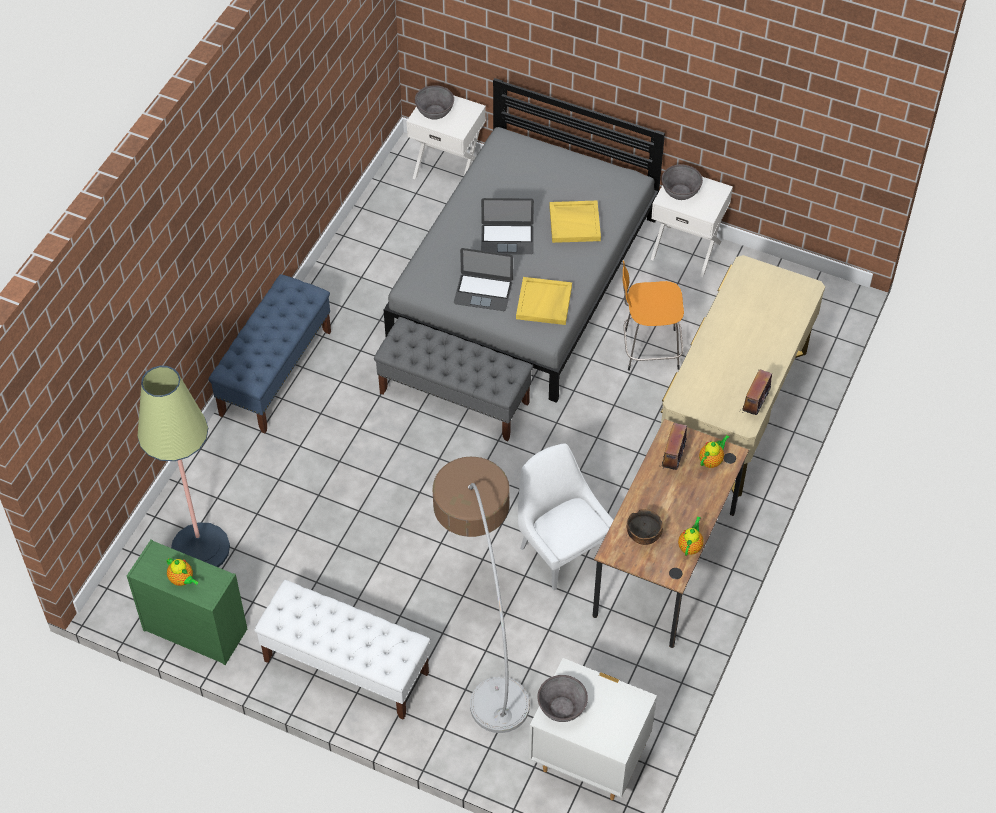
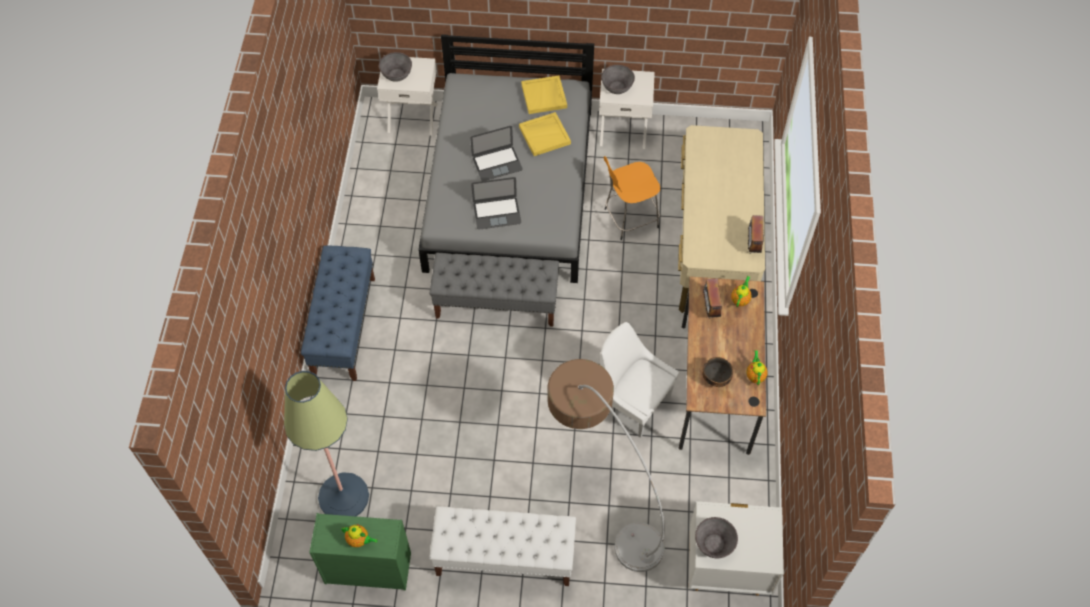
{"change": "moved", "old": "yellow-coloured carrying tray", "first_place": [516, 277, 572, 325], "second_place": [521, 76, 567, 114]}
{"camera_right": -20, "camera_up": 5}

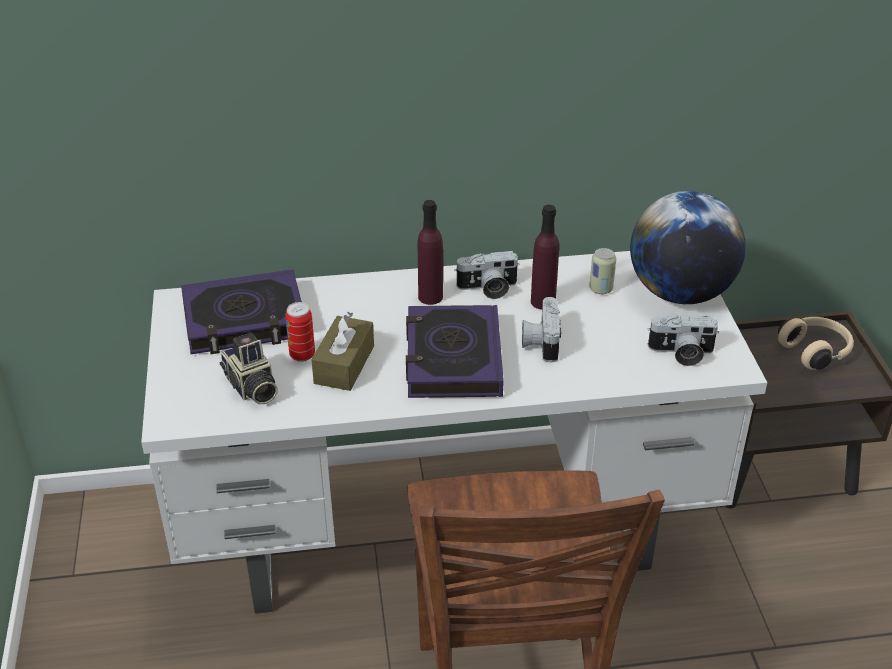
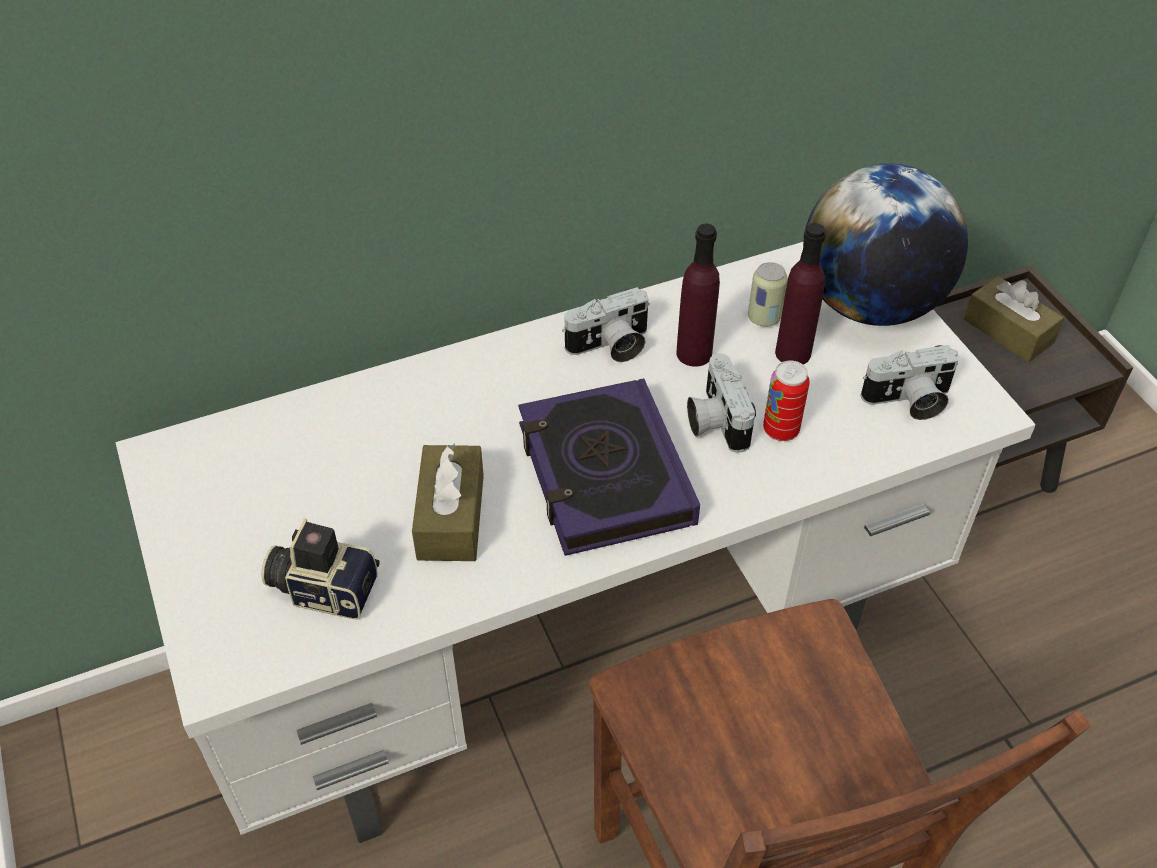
{"change": "turned", "old": "photo camera", "first_place": [219, 333, 278, 404], "second_place": [261, 518, 379, 619], "degrees": 150}
{"change": "moved", "old": "metal can", "first_place": [285, 302, 315, 362], "second_place": [763, 360, 810, 441]}
{"change": "moved", "old": "purple beverage bottle", "first_place": [418, 200, 443, 305], "second_place": [775, 223, 826, 364]}
{"change": "replaced", "old": "beige-coloured headphones", "new": "brown box of tissues", "first_place": [778, 317, 854, 370], "second_place": [964, 276, 1064, 362]}
{"change": "removed", "old": "bound book", "first_place": [181, 269, 302, 354]}
{"camera_right": -15, "camera_up": 10}

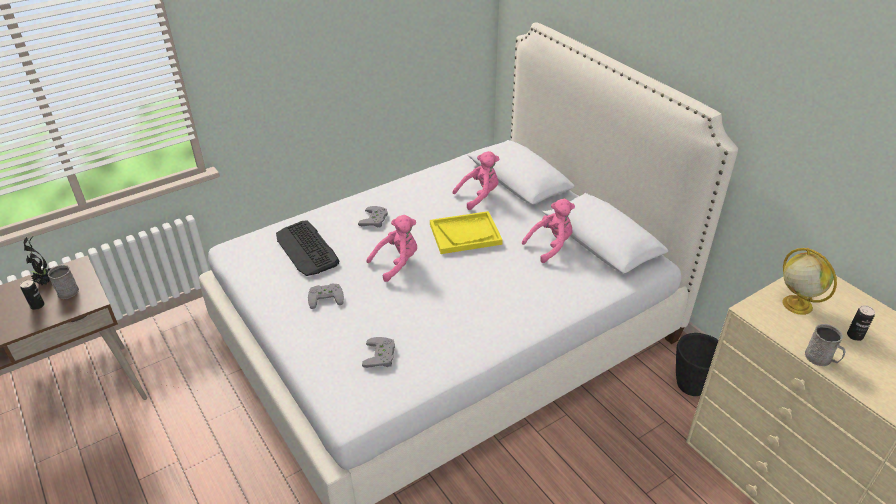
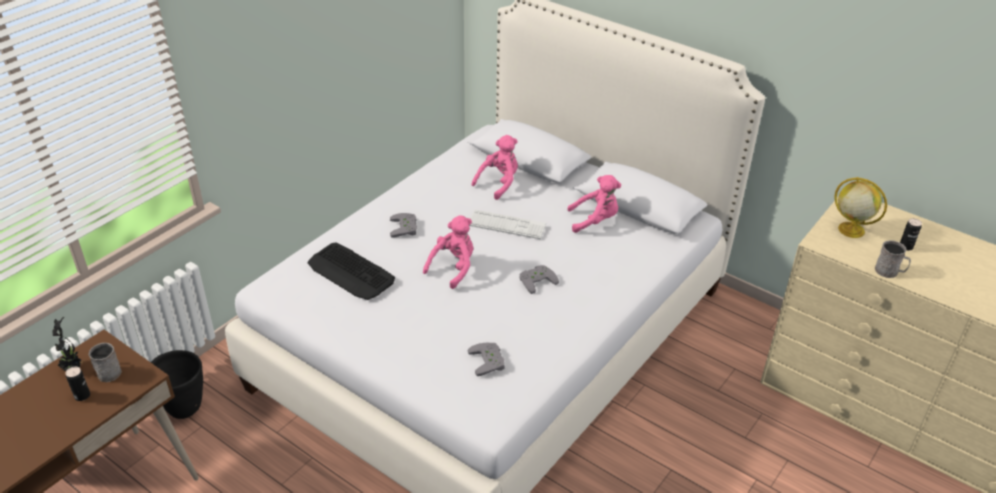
{"change": "moved", "old": "black planter", "first_place": [676, 333, 718, 396], "second_place": [151, 350, 203, 419]}
{"change": "replaced", "old": "yellow-coloured carrying tray", "new": "PC keyboard", "first_place": [430, 211, 503, 254], "second_place": [469, 209, 546, 239]}
{"change": "moved", "old": "greyish gamepad", "first_place": [308, 284, 344, 309], "second_place": [519, 265, 559, 294]}
{"change": "turned", "old": "pink plush toy", "first_place": [522, 199, 575, 263], "second_place": [567, 175, 621, 233], "degrees": 45}
{"camera_right": -20, "camera_up": 0}

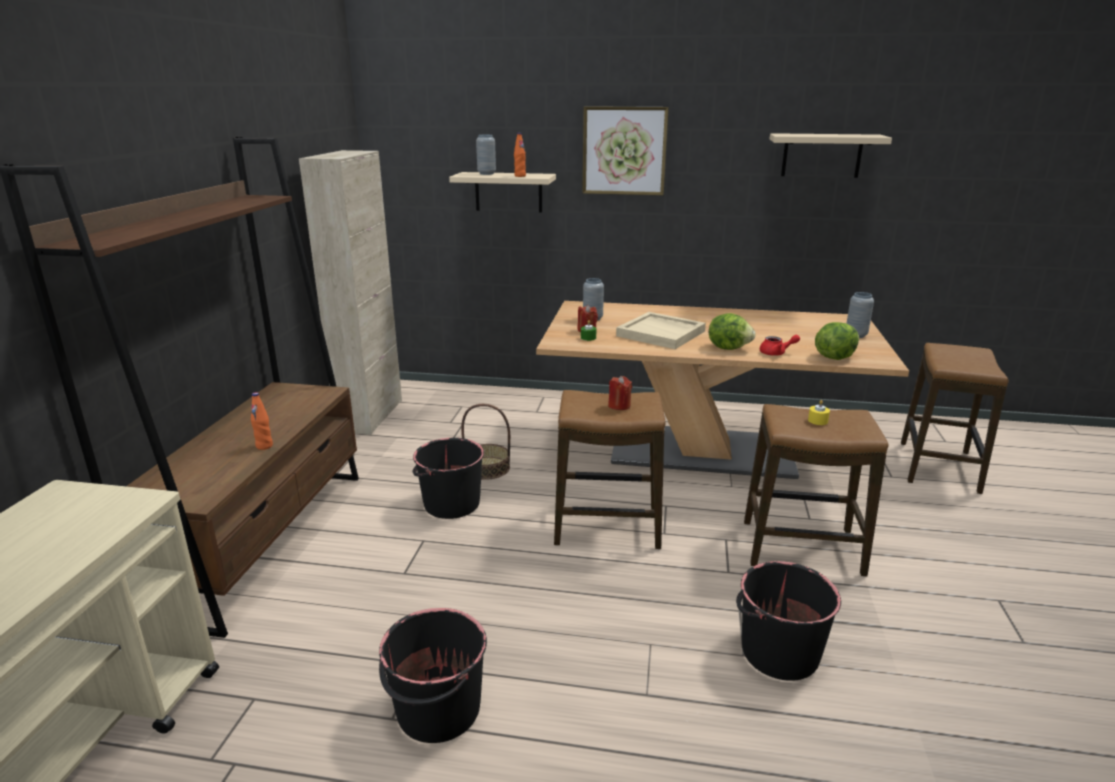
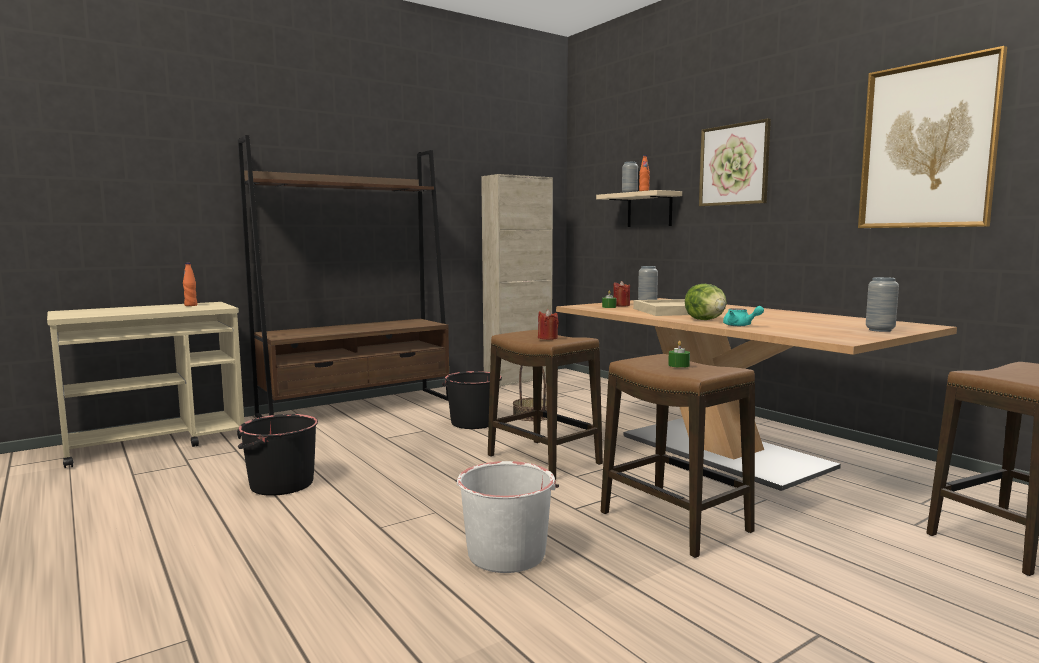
{"change": "moved", "old": "orange beverage bottle", "first_place": [251, 392, 273, 450], "second_place": [183, 263, 197, 306]}
{"change": "recoloured", "old": "black bucket", "new": "whitish bucket", "first_place": [736, 561, 841, 681], "second_place": [456, 461, 559, 573]}
{"change": "recoloured", "old": "yellow-coloured wax light", "new": "green-coloured wax light", "first_place": [808, 400, 830, 425], "second_place": [668, 341, 690, 368]}
{"change": "recoloured", "old": "red-coloured teapot", "new": "turquoise-coloured teapot", "first_place": [760, 335, 800, 356], "second_place": [723, 306, 764, 326]}
{"change": "replaced", "old": "beige-coloured shelf", "new": "picture", "first_place": [770, 133, 892, 178], "second_place": [858, 46, 1007, 228]}
{"change": "removed", "old": "lettuce", "first_place": [815, 322, 859, 360]}
{"camera_right": 45, "camera_up": -15}

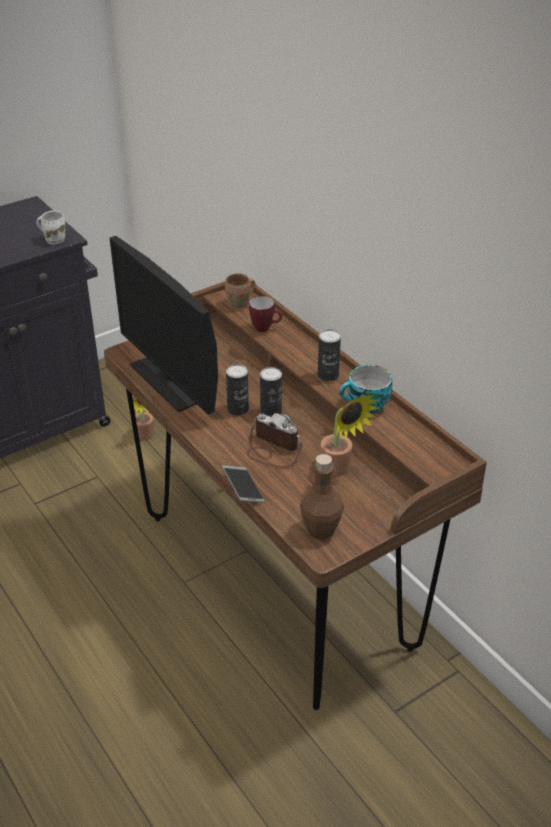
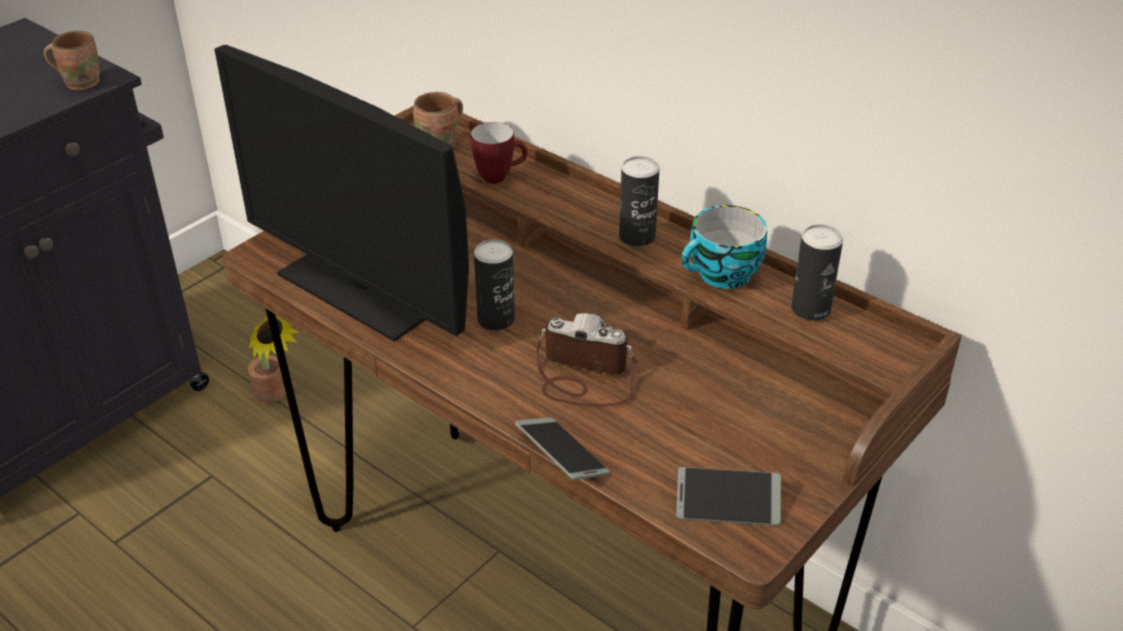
{"change": "recoloured", "old": "whitish mug", "new": "brown mug", "first_place": [36, 211, 65, 245], "second_place": [44, 31, 100, 91]}
{"change": "replaced", "old": "brown beverage bottle", "new": "telephone", "first_place": [300, 454, 344, 539], "second_place": [676, 467, 781, 526]}
{"change": "moved", "old": "metal can", "first_place": [260, 367, 282, 417], "second_place": [791, 224, 843, 321]}
{"change": "removed", "old": "potted plant", "first_place": [320, 395, 380, 476]}
{"camera_right": -15, "camera_up": 0}

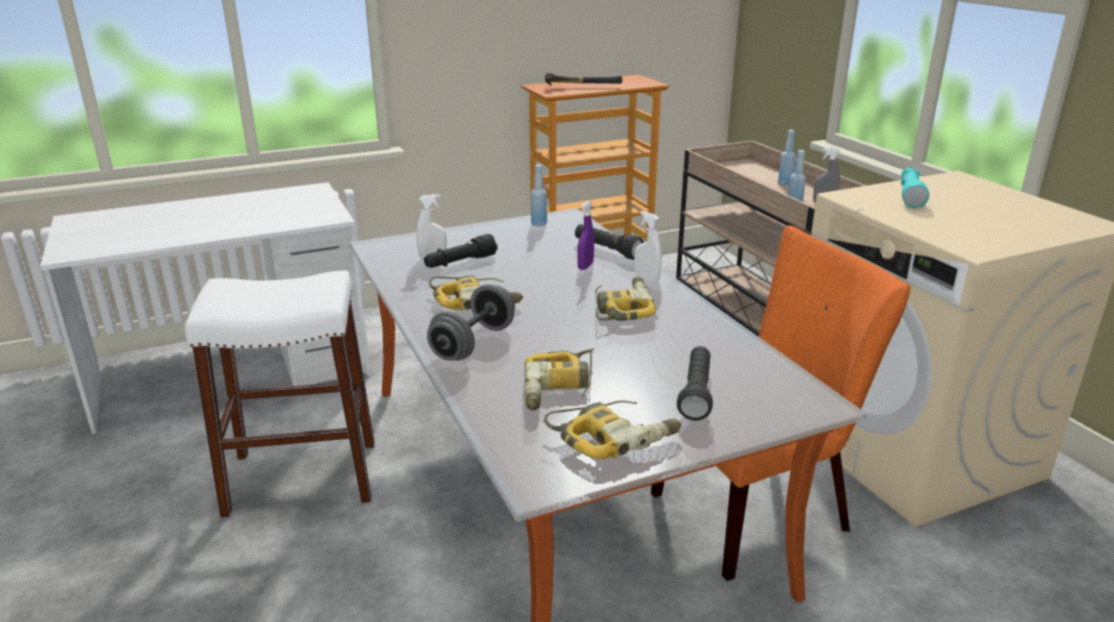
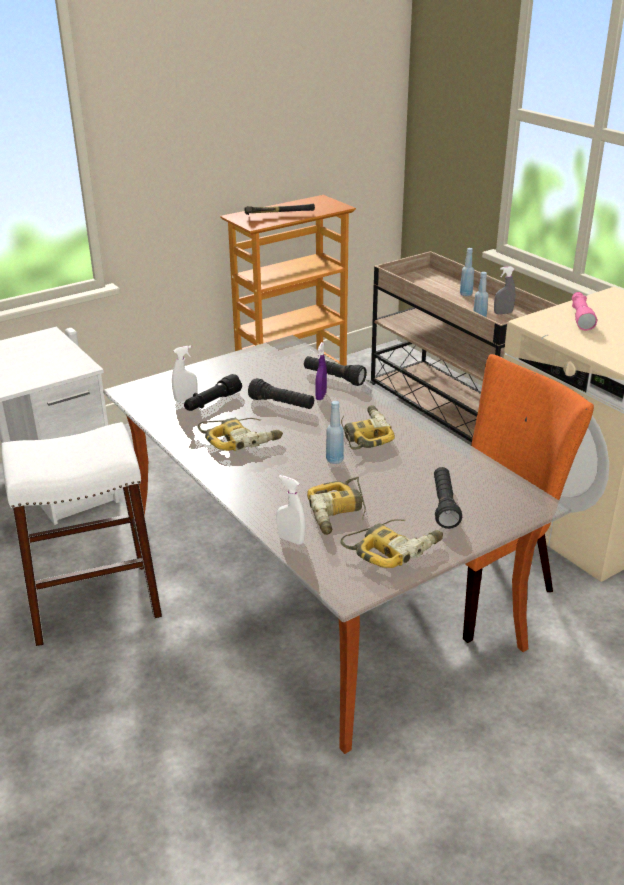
{"change": "added", "new": "black hand torch", "second_place": [248, 378, 314, 409]}
{"change": "moved", "old": "whitish hand sprayer", "first_place": [634, 211, 662, 283], "second_place": [277, 475, 306, 545]}
{"change": "moved", "old": "bluish beverage bottle", "first_place": [531, 164, 547, 227], "second_place": [326, 401, 344, 464]}
{"change": "recoloured", "old": "turquoise-coloured hand torch", "new": "pink hand torch", "first_place": [900, 167, 929, 208], "second_place": [572, 292, 597, 331]}
{"change": "removed", "old": "greyish free weight", "first_place": [427, 284, 515, 361]}
{"camera_right": -10, "camera_up": 5}

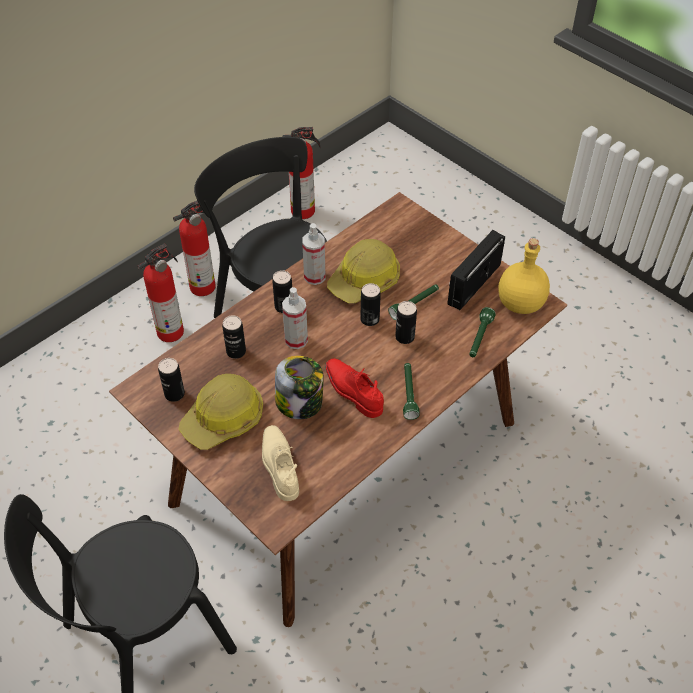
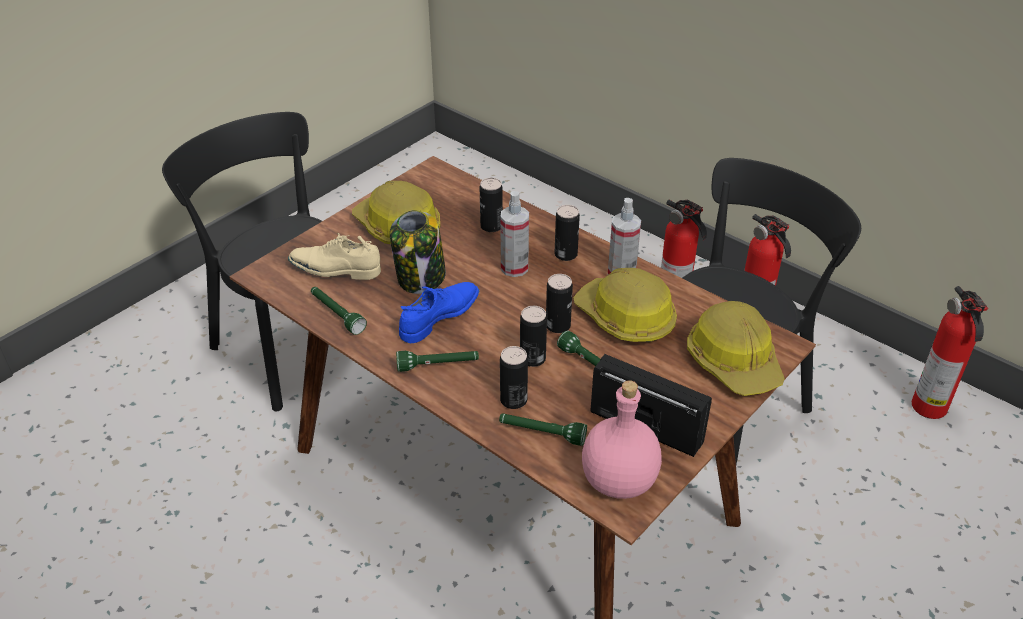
{"change": "turned", "old": "beige-coloured low shoe", "first_place": [262, 425, 299, 501], "second_place": [288, 233, 381, 280], "degrees": -150}
{"change": "added", "new": "green-coloured hand torch", "second_place": [311, 287, 367, 335]}
{"change": "recoloured", "old": "red-coloured low shoe", "new": "bluish low shoe", "first_place": [325, 358, 384, 418], "second_place": [399, 282, 479, 343]}
{"change": "moved", "old": "metal can", "first_place": [158, 358, 185, 402], "second_place": [500, 346, 528, 409]}
{"change": "recoloured", "old": "yellow-coloured beverage bottle", "new": "pink beverage bottle", "first_place": [498, 238, 550, 314], "second_place": [582, 380, 662, 499]}
{"change": "added", "new": "safety helmet", "second_place": [687, 301, 785, 396]}
{"camera_right": 85, "camera_up": -10}

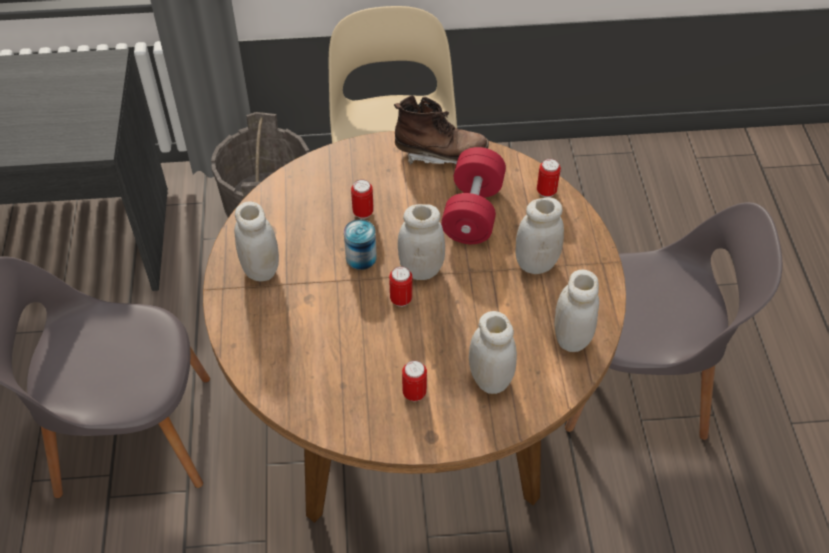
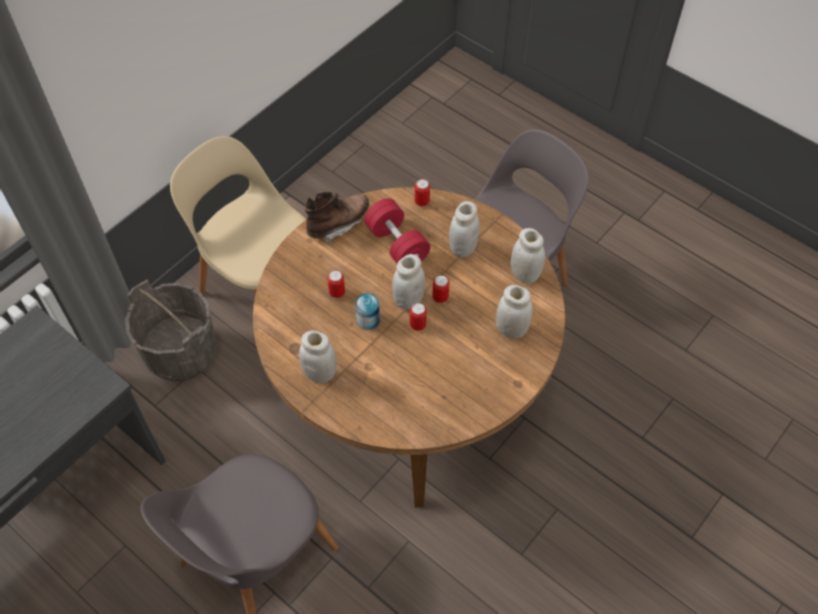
{"change": "moved", "old": "metal can", "first_place": [402, 360, 427, 401], "second_place": [432, 275, 449, 303]}
{"camera_right": -45, "camera_up": 5}

